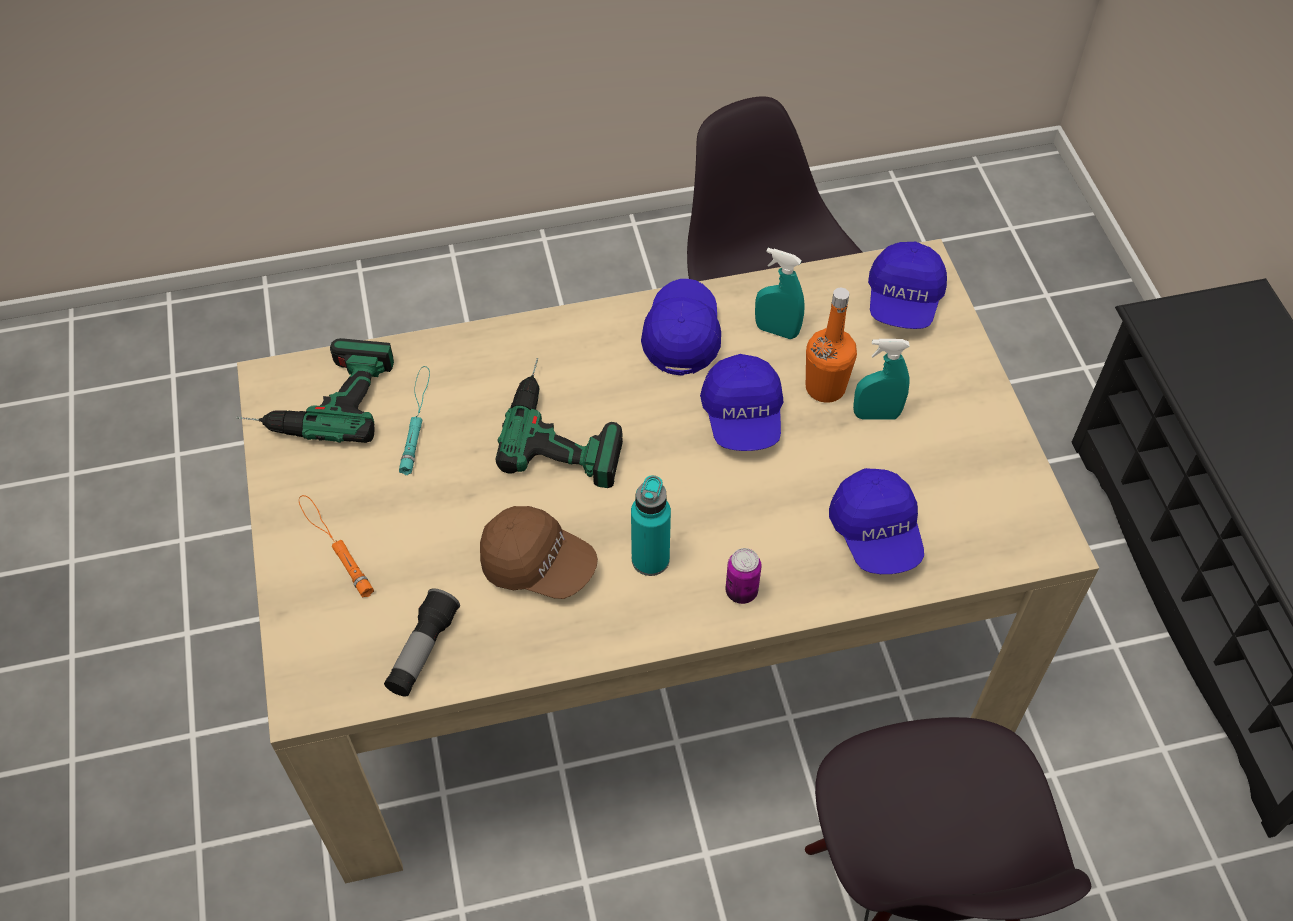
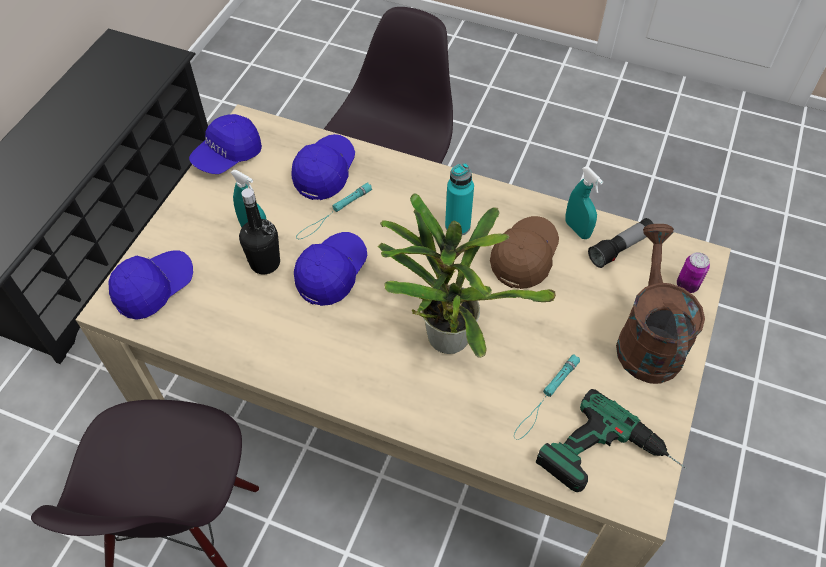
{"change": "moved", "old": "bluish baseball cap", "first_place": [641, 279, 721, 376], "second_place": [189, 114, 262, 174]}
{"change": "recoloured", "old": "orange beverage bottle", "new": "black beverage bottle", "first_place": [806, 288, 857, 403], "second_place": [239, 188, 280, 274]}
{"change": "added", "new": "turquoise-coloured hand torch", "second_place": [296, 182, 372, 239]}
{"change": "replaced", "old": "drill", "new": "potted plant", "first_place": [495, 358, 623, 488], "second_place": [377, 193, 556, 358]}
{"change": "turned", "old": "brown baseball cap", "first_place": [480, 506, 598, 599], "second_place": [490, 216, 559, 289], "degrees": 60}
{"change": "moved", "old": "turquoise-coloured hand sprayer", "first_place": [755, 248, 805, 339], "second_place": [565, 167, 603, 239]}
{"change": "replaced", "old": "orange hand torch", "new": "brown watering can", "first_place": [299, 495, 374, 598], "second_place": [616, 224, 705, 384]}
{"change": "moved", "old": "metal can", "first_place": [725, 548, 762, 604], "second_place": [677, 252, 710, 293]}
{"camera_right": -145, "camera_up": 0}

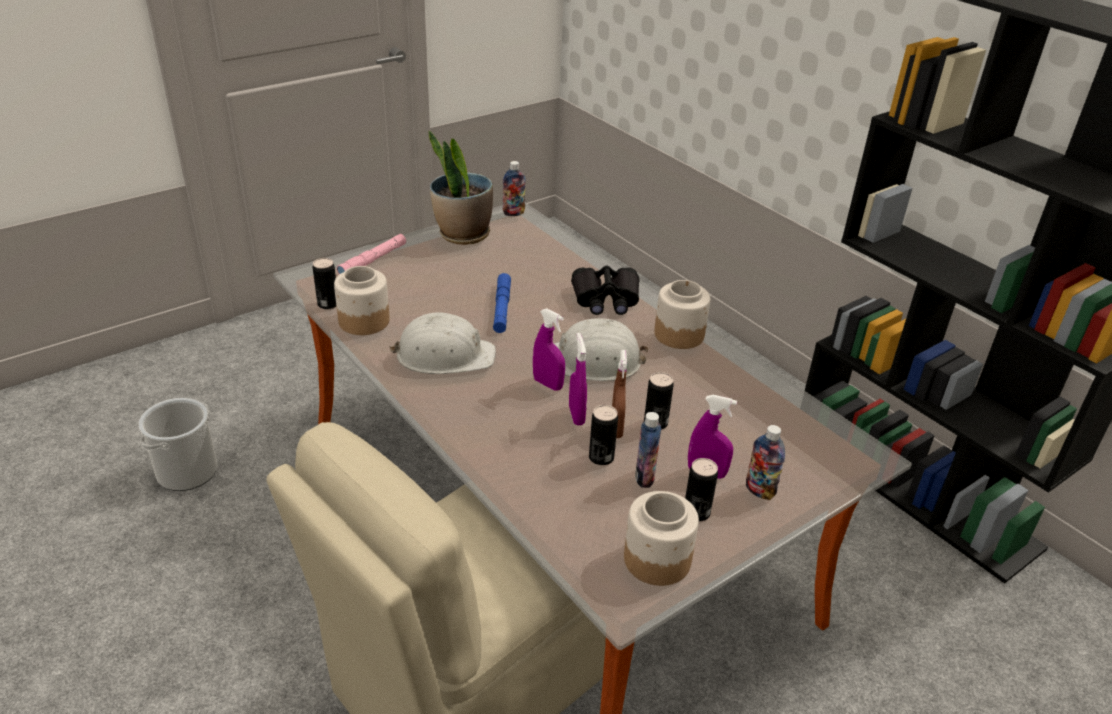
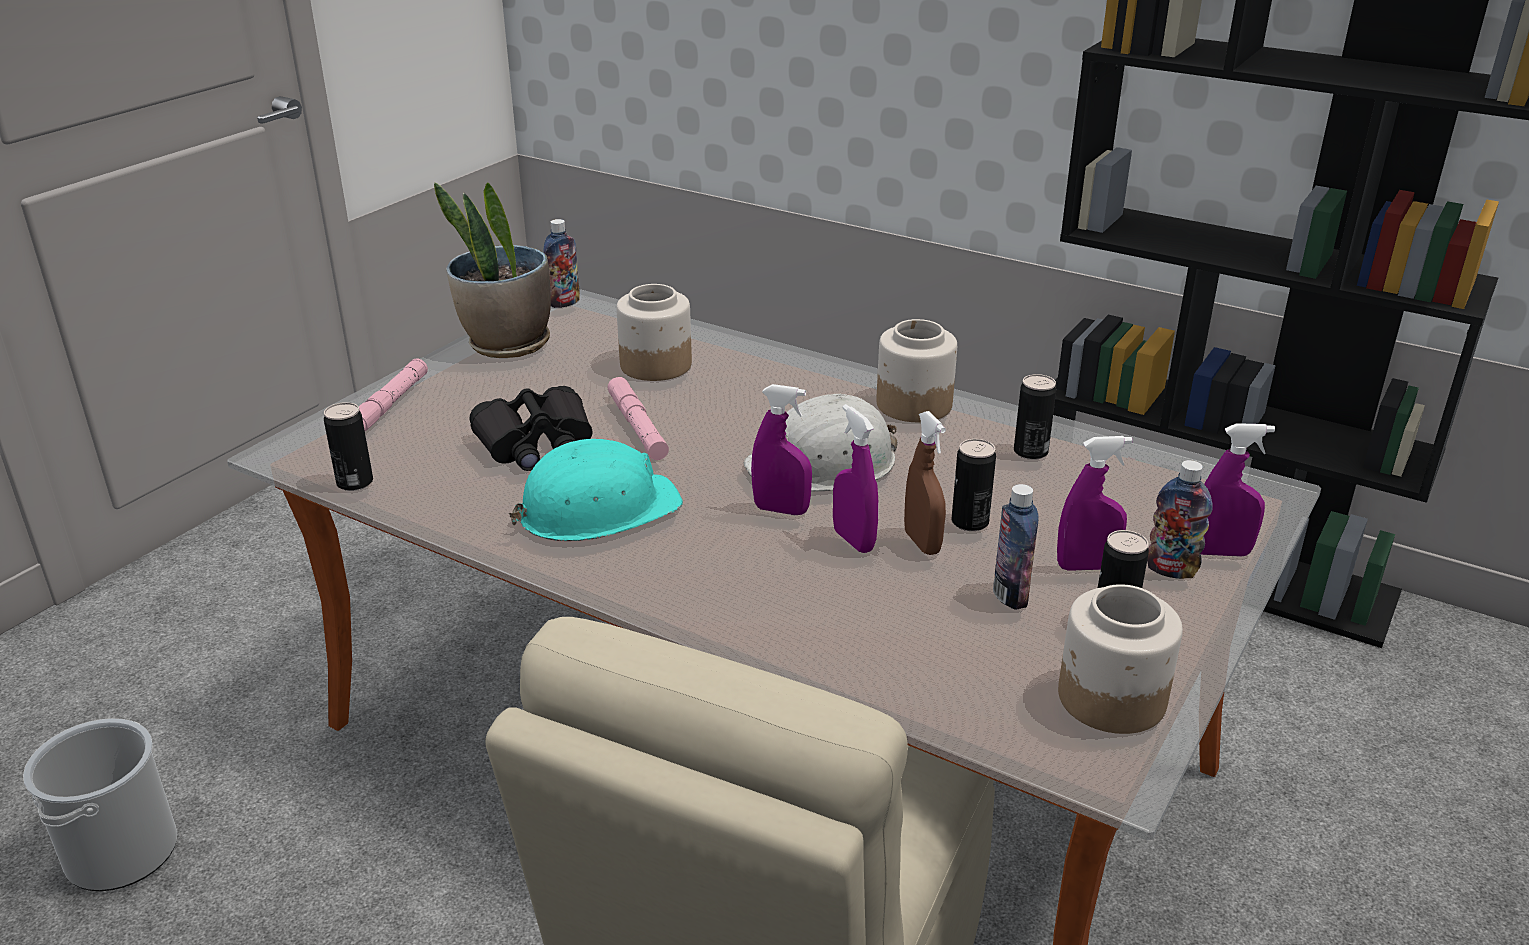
{"change": "moved", "old": "black pair of binoculars", "first_place": [571, 266, 639, 315], "second_place": [470, 386, 593, 471]}
{"change": "recoloured", "old": "whitish safety helmet", "new": "turquoise-coloured safety helmet", "first_place": [389, 313, 496, 374], "second_place": [509, 439, 683, 541]}
{"change": "recoloured", "old": "bluish hand torch", "new": "pink hand torch", "first_place": [493, 273, 511, 333], "second_place": [608, 377, 669, 460]}
{"change": "moved", "old": "jar", "first_place": [334, 266, 390, 335], "second_place": [616, 284, 692, 381]}
{"change": "moved", "old": "metal can", "first_place": [589, 405, 618, 465], "second_place": [1014, 374, 1056, 460]}
{"change": "added", "new": "purple hand sprayer", "second_place": [1201, 423, 1275, 557]}
{"camera_right": -20, "camera_up": -5}

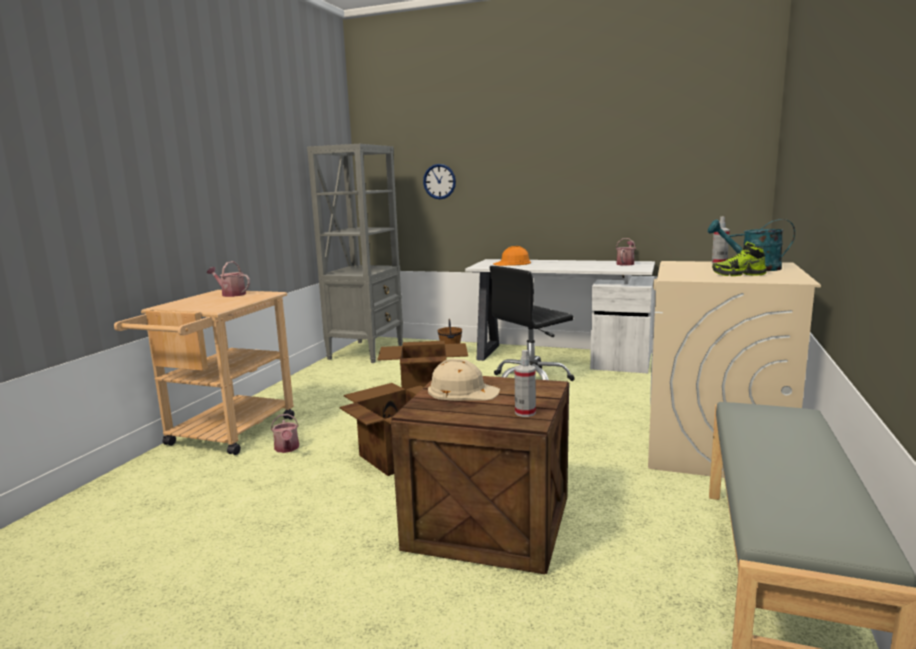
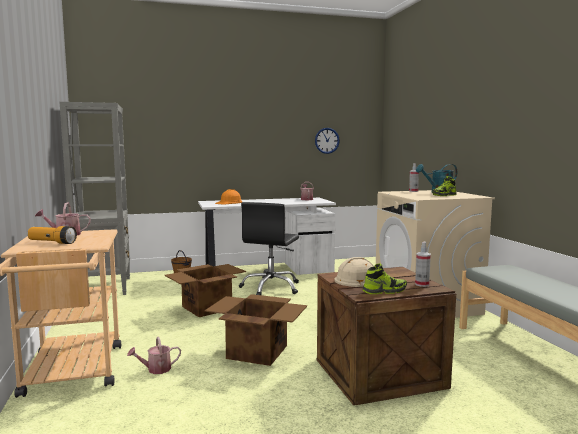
{"change": "added", "new": "hand torch", "second_place": [28, 226, 77, 244]}
{"change": "turned", "old": "watering can", "first_place": [271, 414, 299, 453], "second_place": [127, 337, 181, 374], "degrees": 120}
{"change": "moved", "old": "clock on the wall", "first_place": [423, 164, 456, 199], "second_place": [315, 128, 340, 154]}
{"change": "added", "new": "low shoe", "second_place": [363, 263, 407, 294]}
{"camera_right": -35, "camera_up": -5}

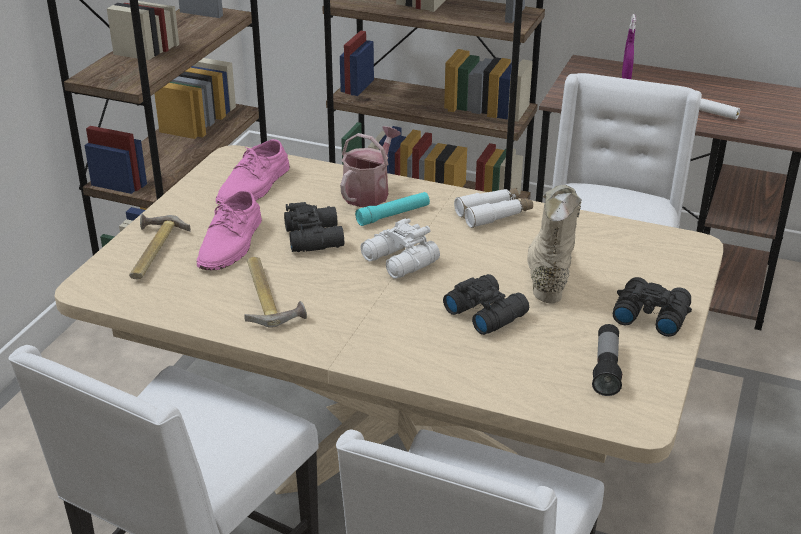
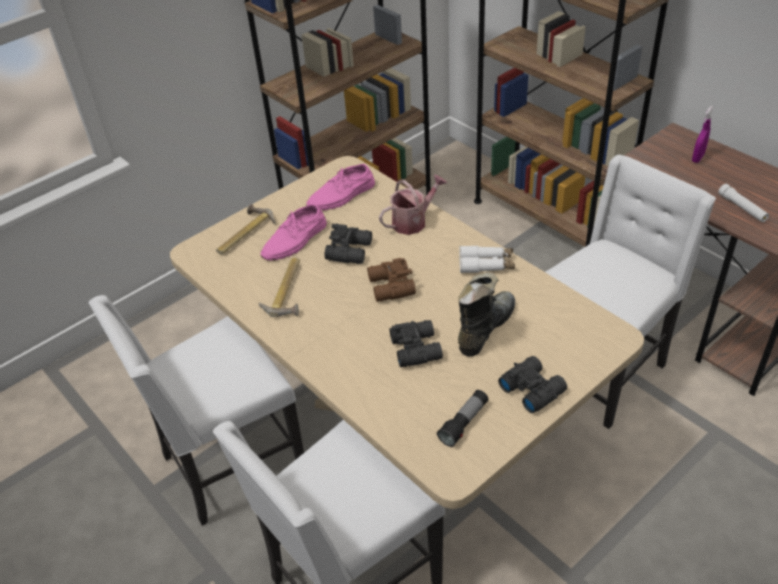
{"change": "recoloured", "old": "whitish pair of binoculars", "new": "brown pair of binoculars", "first_place": [361, 218, 440, 279], "second_place": [367, 258, 416, 302]}
{"change": "recoloured", "old": "beige-coloured tall boot", "new": "black tall boot", "first_place": [527, 185, 582, 304], "second_place": [458, 272, 515, 356]}
{"change": "removed", "old": "turquoise-coloured hand torch", "first_place": [355, 192, 430, 226]}
{"camera_right": 30, "camera_up": 10}

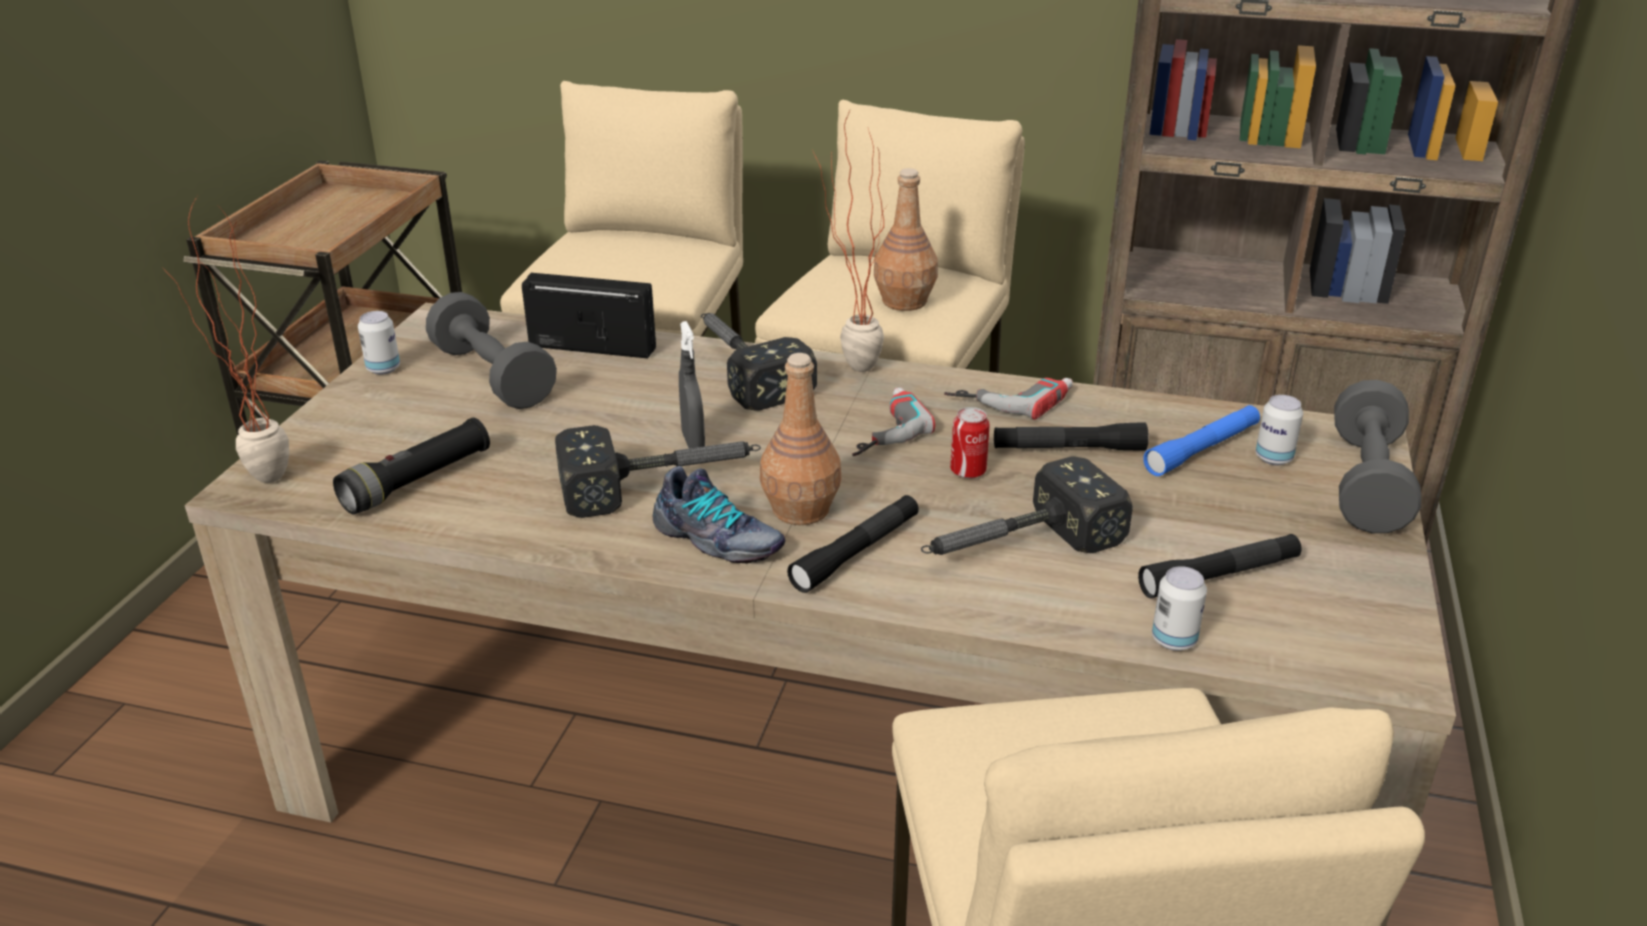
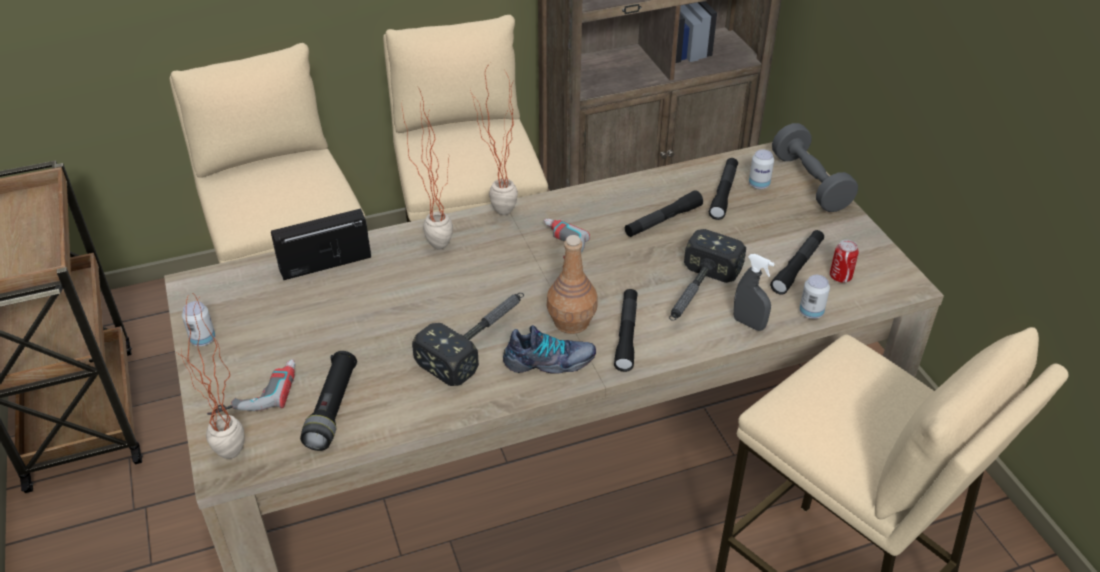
{"change": "moved", "old": "drill", "first_place": [944, 378, 1073, 420], "second_place": [207, 359, 296, 415]}
{"change": "replaced", "old": "tool hammer", "new": "potted plant", "first_place": [701, 313, 817, 411], "second_place": [402, 86, 453, 249]}
{"change": "recoloured", "old": "bluish hand torch", "new": "black hand torch", "first_place": [1143, 405, 1260, 476], "second_place": [709, 158, 738, 220]}
{"change": "moved", "old": "greyish hand sprayer", "first_place": [679, 321, 705, 449], "second_place": [734, 254, 775, 331]}
{"change": "moved", "old": "metal can", "first_place": [950, 407, 990, 478], "second_place": [830, 240, 859, 283]}
{"change": "removed", "old": "greyish free weight", "first_place": [426, 292, 557, 409]}
{"change": "removed", "old": "brown beverage bottle", "first_place": [874, 168, 938, 311]}
{"camera_right": -35, "camera_up": 10}

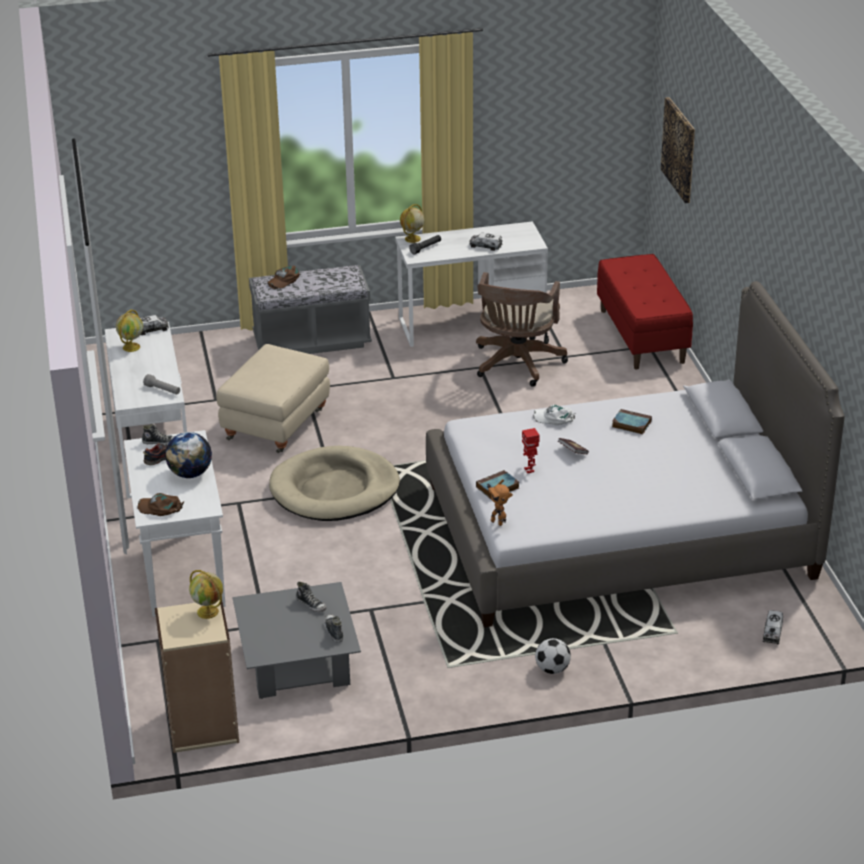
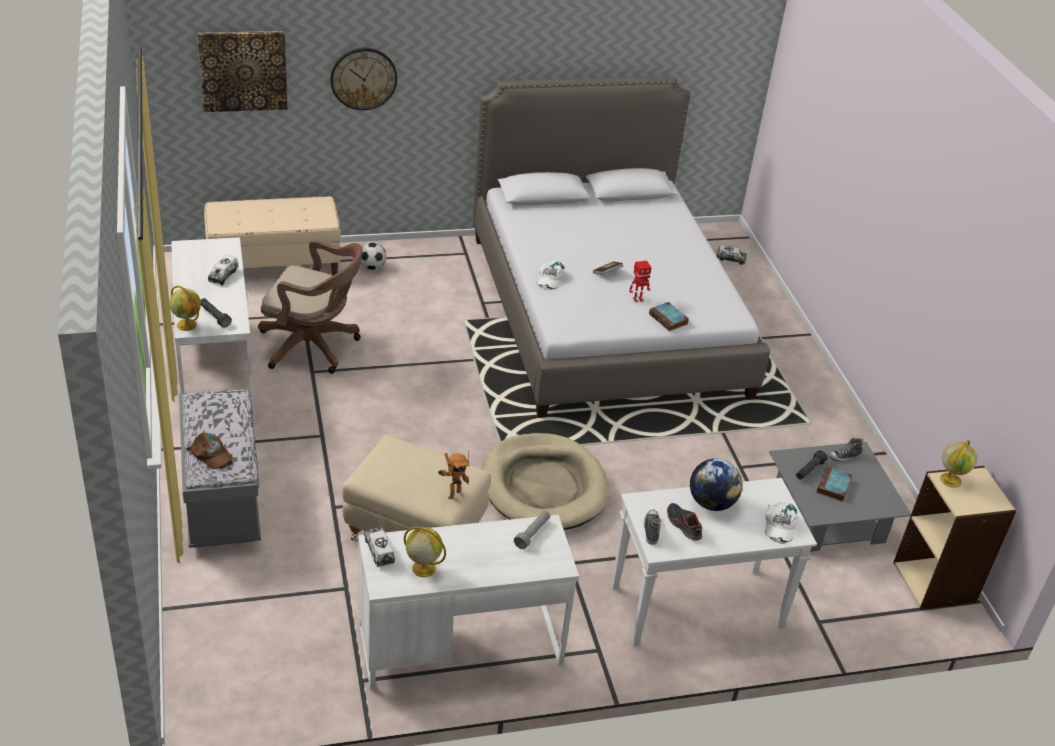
{"change": "recoloured", "old": "red-coloured long seat", "new": "beige-coloured long seat", "first_place": [597, 254, 693, 369], "second_place": [204, 196, 341, 276]}
{"change": "added", "new": "clock on the wall", "second_place": [330, 48, 397, 110]}
{"change": "moved", "old": "football", "first_place": [535, 638, 571, 674], "second_place": [360, 242, 386, 270]}
{"change": "moved", "old": "robot figure", "first_place": [487, 479, 513, 526], "second_place": [438, 452, 469, 499]}
{"change": "recoloured", "old": "brown baseball cap", "new": "whitish baseball cap", "first_place": [137, 493, 184, 516], "second_place": [765, 501, 799, 544]}
{"change": "replaced", "old": "low shoe", "new": "black hand torch", "first_place": [296, 582, 327, 612], "second_place": [796, 450, 828, 480]}
{"change": "moved", "old": "bound book", "first_place": [612, 409, 652, 434], "second_place": [817, 466, 852, 502]}
{"camera_right": -95, "camera_up": 5}

